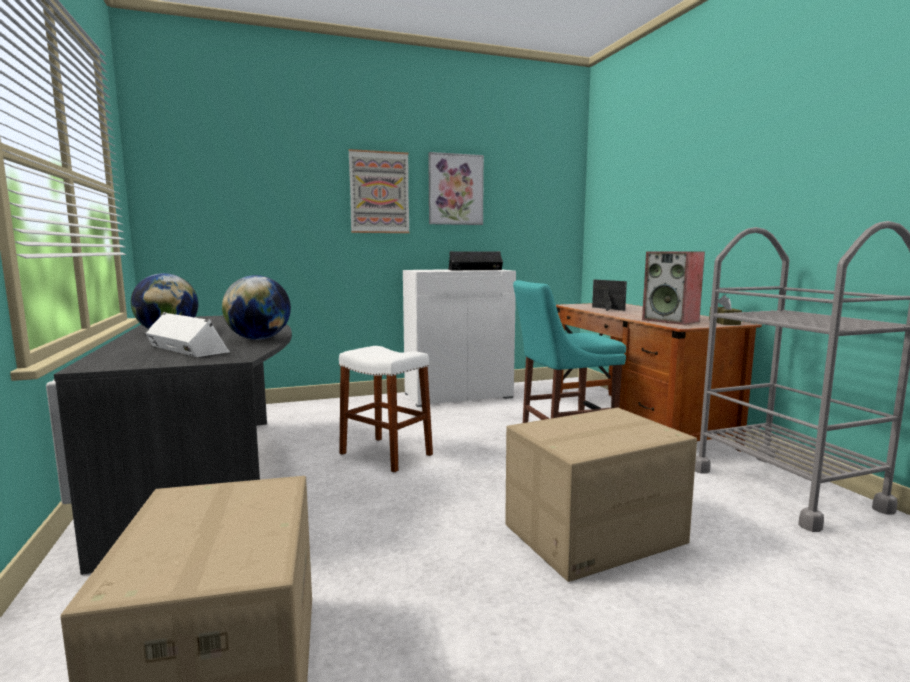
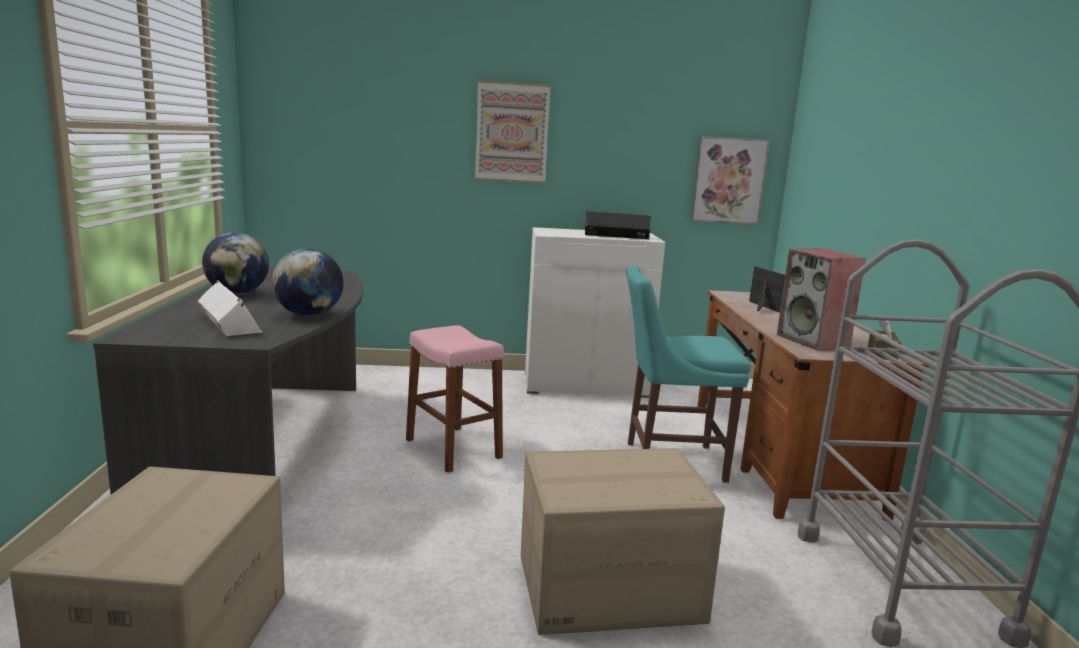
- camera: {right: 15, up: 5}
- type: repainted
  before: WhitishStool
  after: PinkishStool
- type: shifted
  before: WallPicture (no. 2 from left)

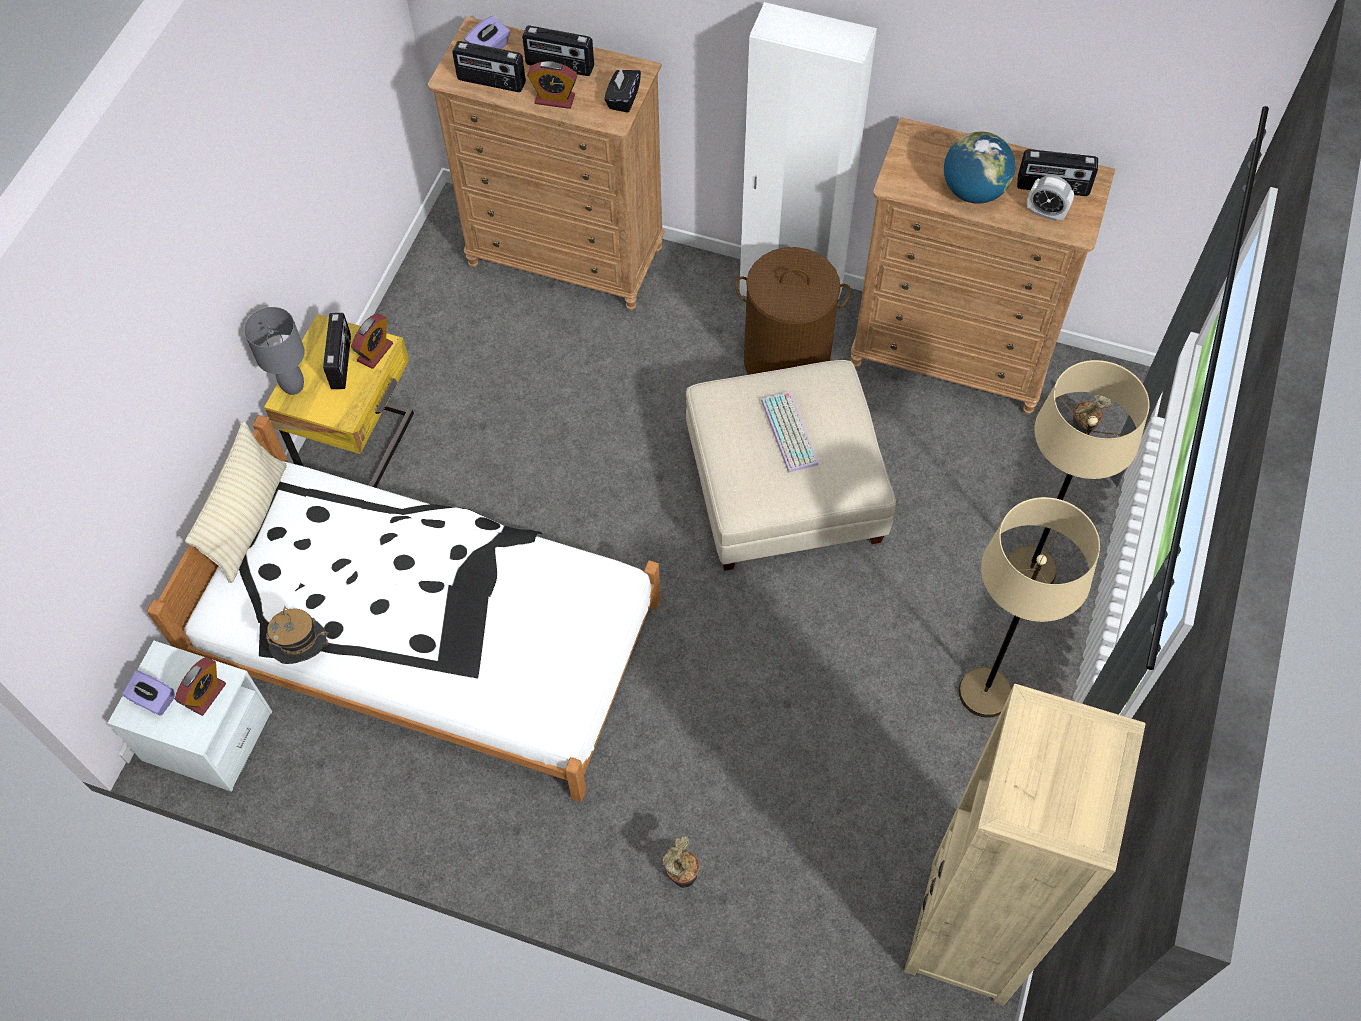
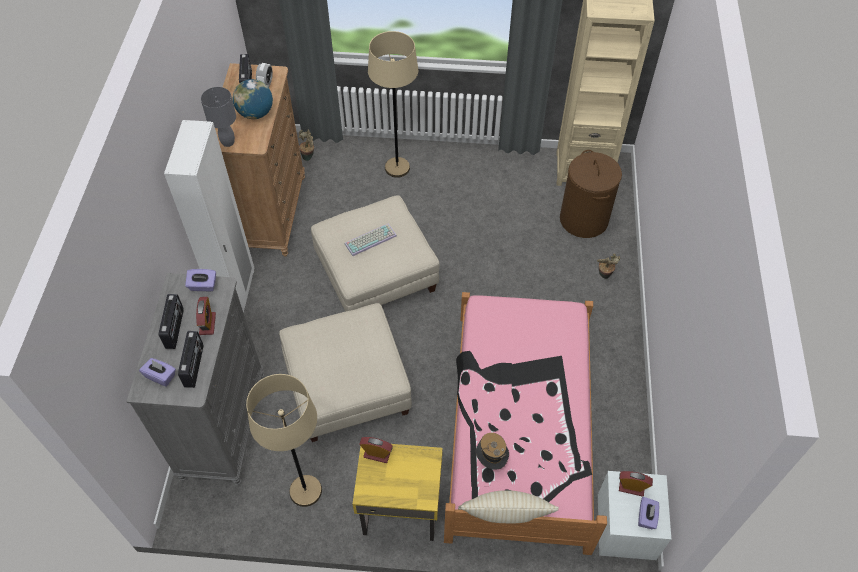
- camera: {right: -105, up: -5}
- type: repainted
  before: WhitishBedroomBed
  after: PinkishBedroomBed
- type: shifted
  before: GreyLampForATable
- type: shifted
  before: WearableHat
- type: gone
  before: RadioSet (no. 1 from left)
- type: repainted
  before: BrownishDresser (no. 1 from left)
  after: GreyDresser
- type: repainted
  before: BlackishTissueBox
  after: PurpleColouredTissueBox (no. 2 from left)
- type: shifted
  before: BrownishLaundryBasket
- type: shifted
  before: BeigeStandardLamp (no. 1 from left)
- type: new
  after: BeigeOttoman (no. 1 from left)

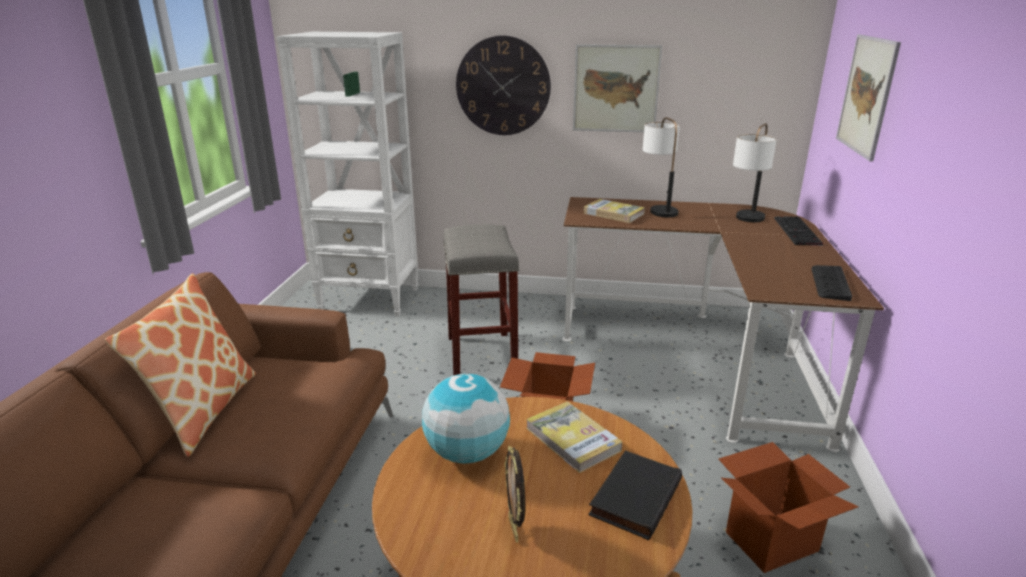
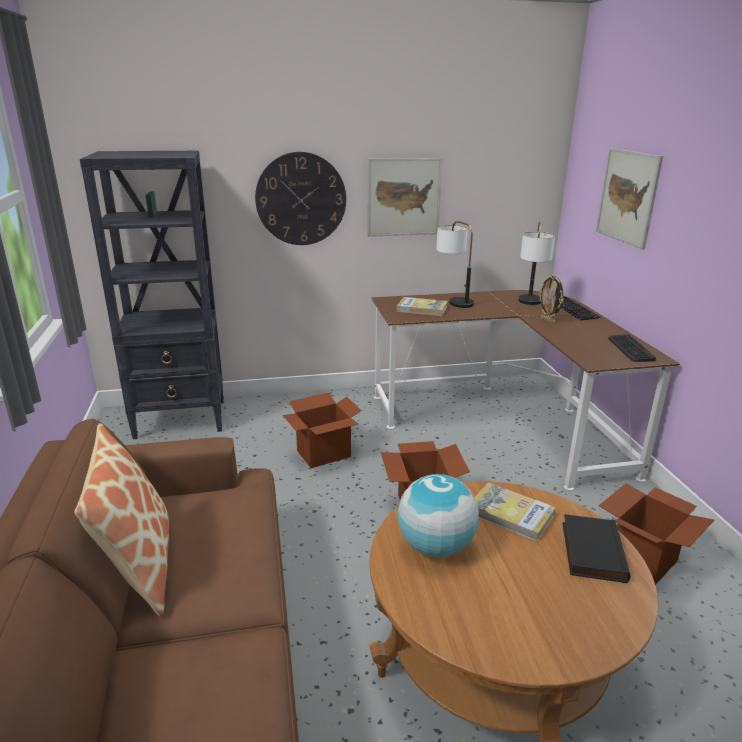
- camera: {right: -20, up: 0}
- type: repainted
  before: WhitishShelvingUnit
  after: BlackishShelvingUnit
- type: swapped
  before: GreyStool
  after: PackingBox (no. 1 from left)
- type: shifted
  before: PictureFrame

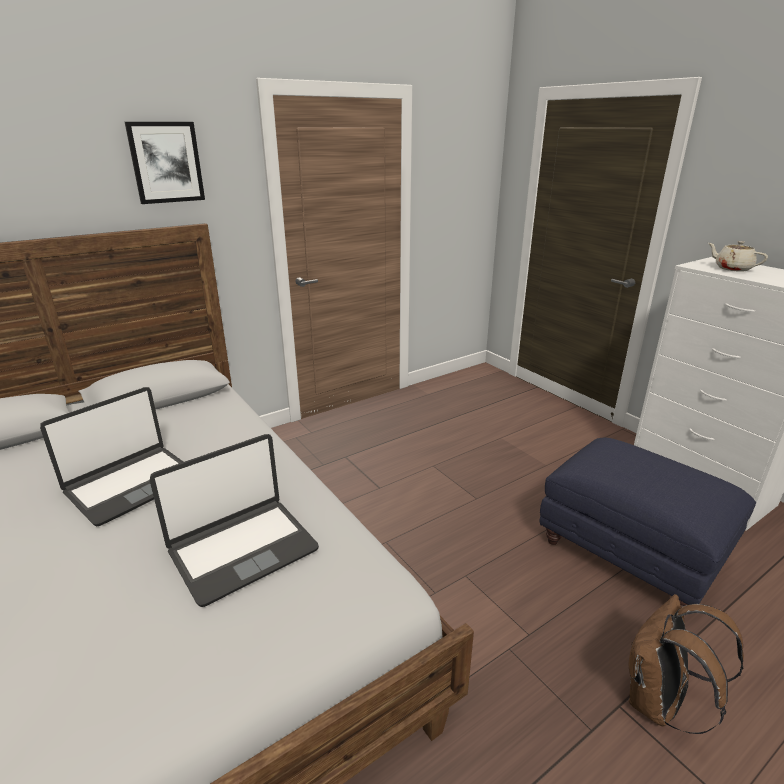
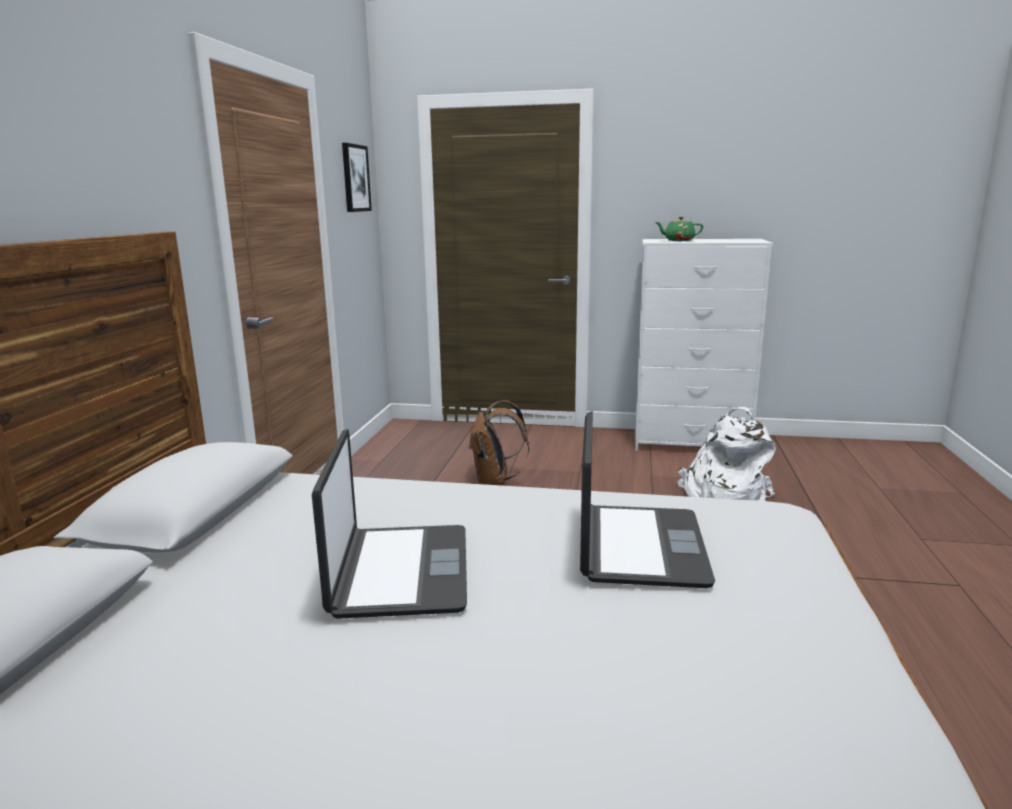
- camera: {right: -45, up: -10}
- type: shifted
  before: WallPicture
- type: swapped
  before: BluishOttoman
  after: WhitishRucksack
- type: shifted
  before: BrownishRucksack
- type: repainted
  before: BeigePotForTea
  after: GreenishPotForTea

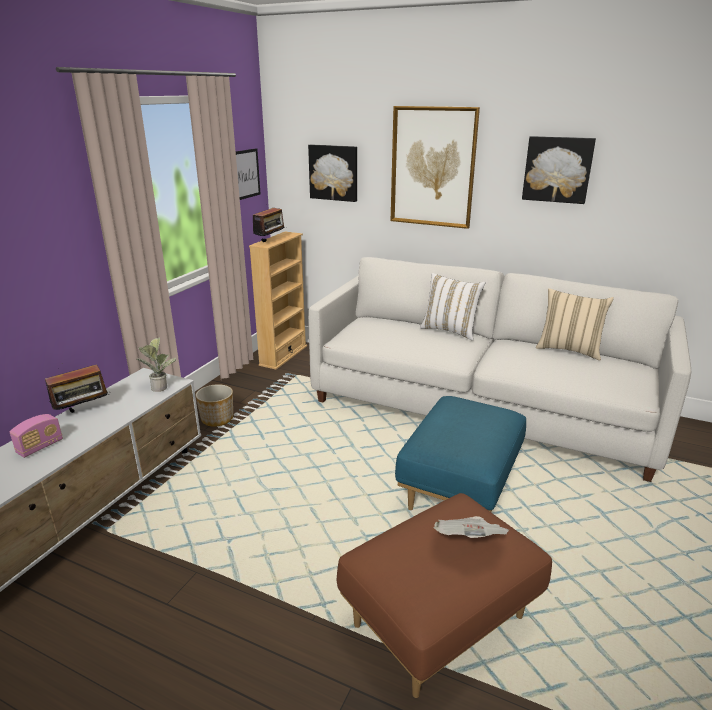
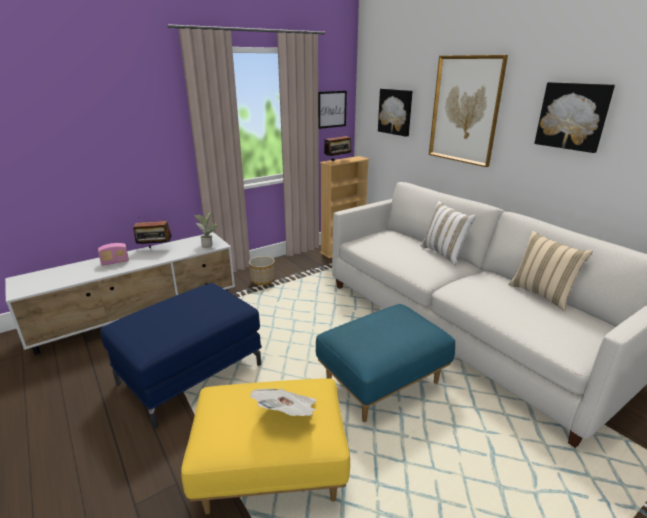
- camera: {right: 30, up: 0}
- type: repainted
  before: BrownishOttoman
  after: YellowColouredOttoman
- type: new
  after: BluishOttoman (no. 1 from left)

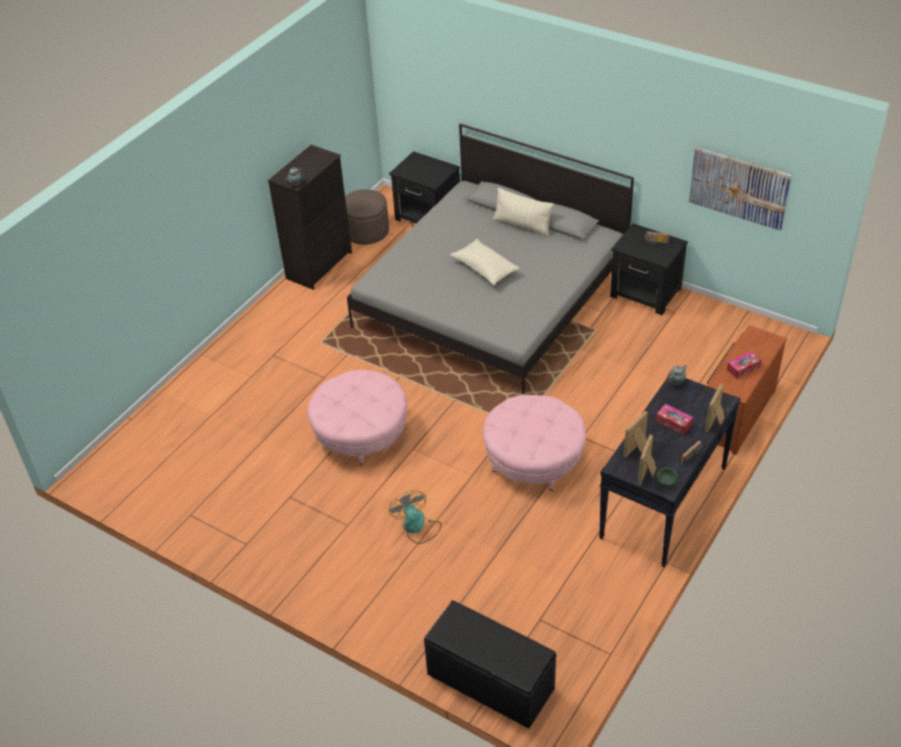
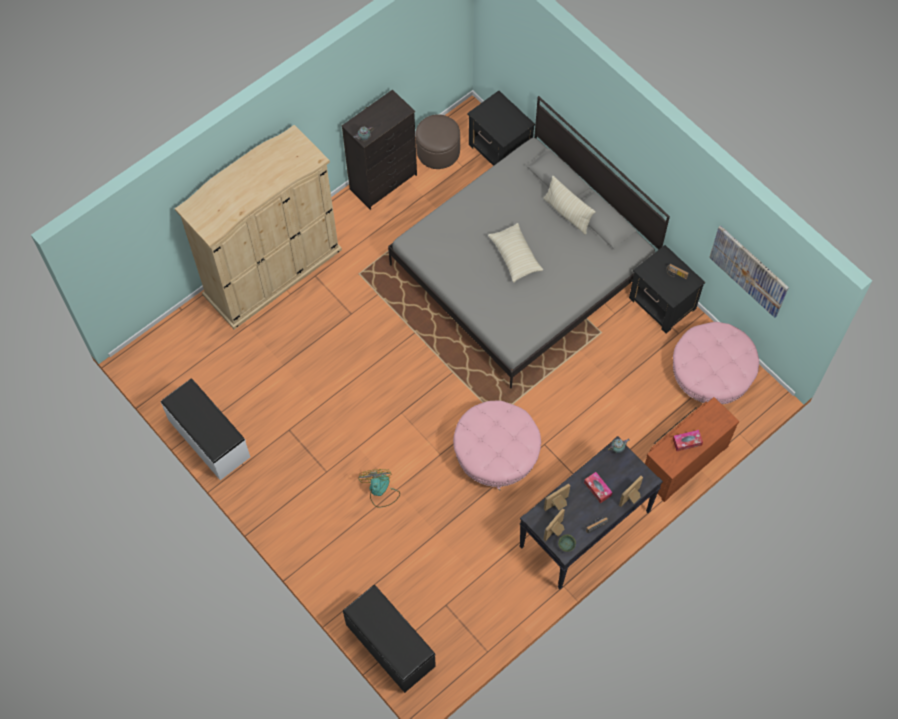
- camera: {right: 15, up: 20}
- type: shifted
  before: PinkishOttoman (no. 1 from left in the first image)
  after: PinkishOttoman (no. 2 from left)
- type: new
  after: WhitishIndoorBench
- type: new
  after: BeigeWardrobe

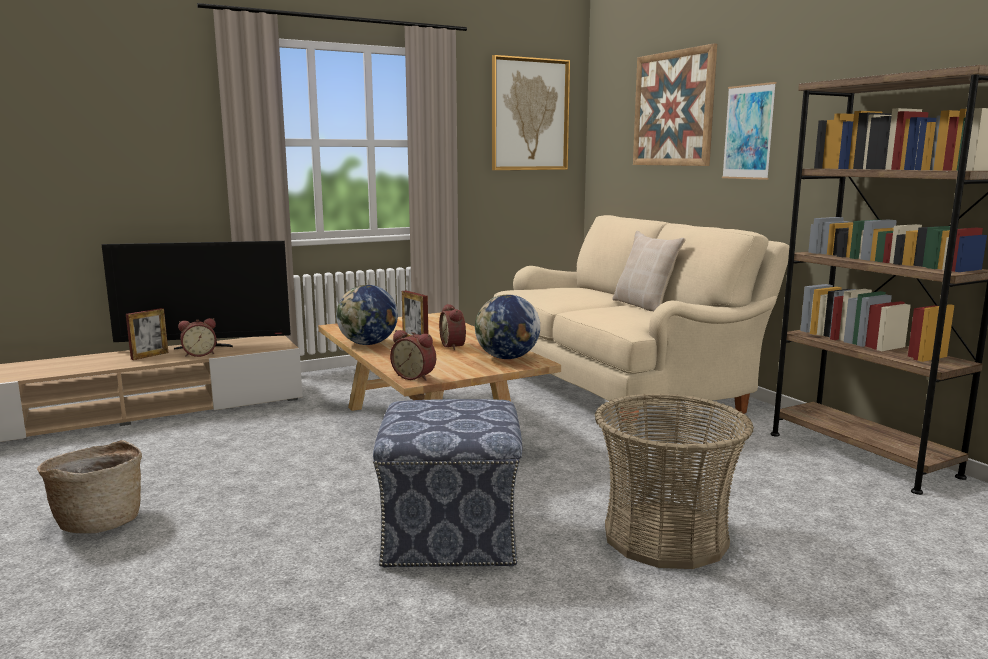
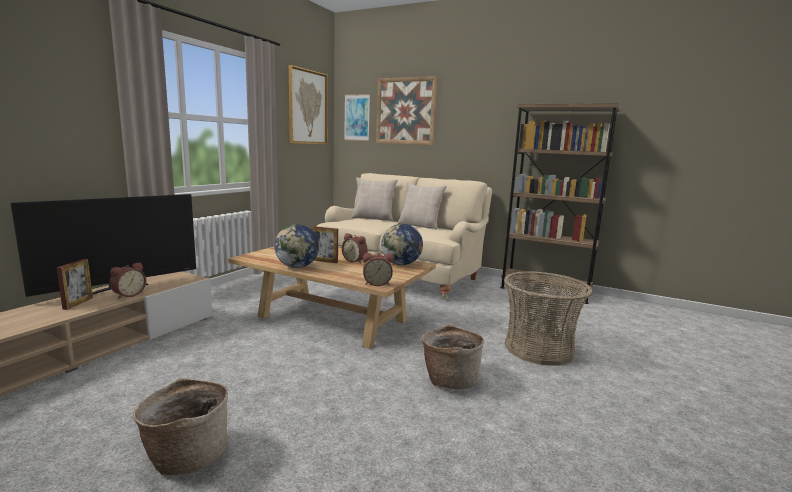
- camera: {right: -35, up: 0}
- type: swapped
  before: Ottoman
  after: StorageBasket (no. 2 from left)
- type: shifted
  before: WallPicture (no. 3 from left in the first image)
  after: WallPicture (no. 2 from left)
- type: new
  after: BeigeThrowPillow (no. 1 from left)

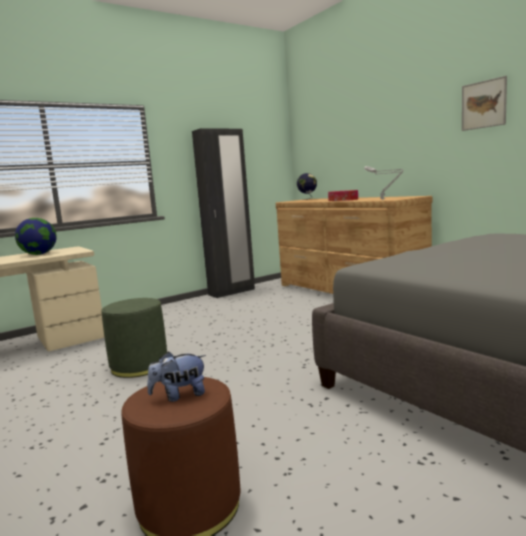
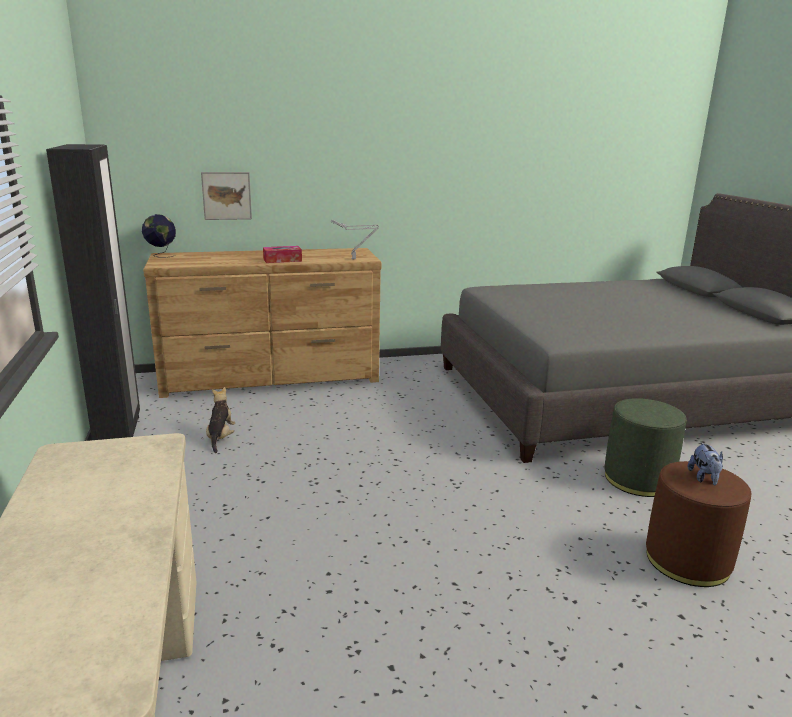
- camera: {right: -70, up: 10}
- type: gone
  before: DeskGlobe (no. 1 from left)
- type: shifted
  before: GreenishOttoman
- type: shifted
  before: WallPicture
- type: new
  after: PlushToy (no. 1 from left)

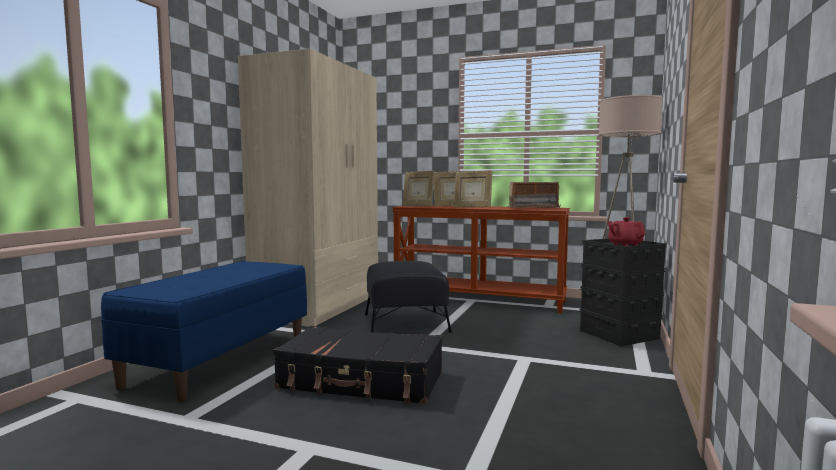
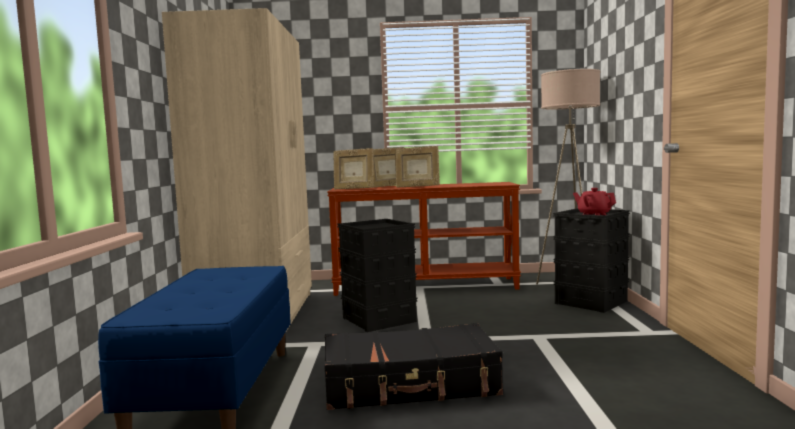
- camera: {right: -20, up: 0}
- type: swapped
  before: BlackishOttoman
  after: BlackishStorageBin (no. 1 from left)
- type: gone
  before: RadioSet

